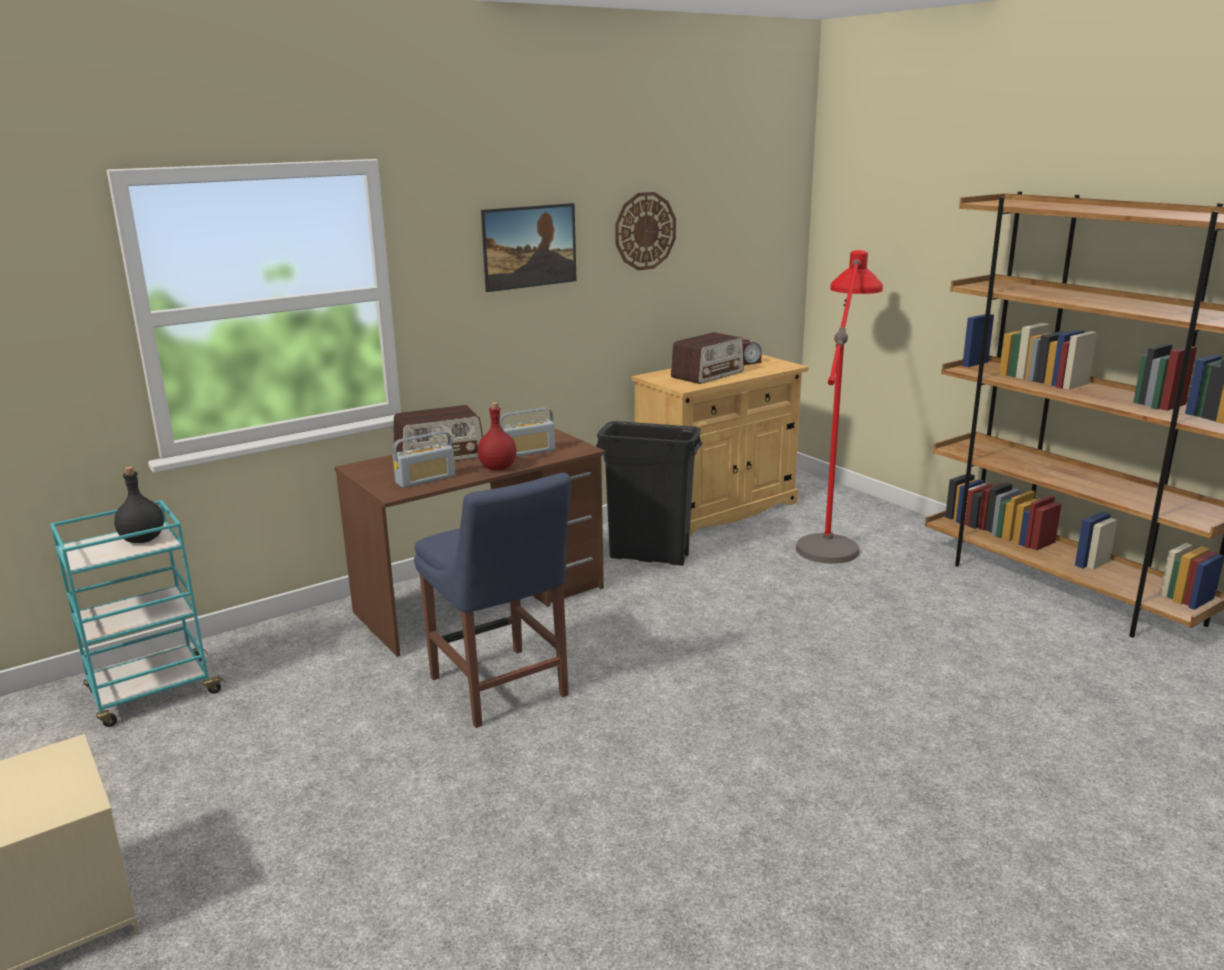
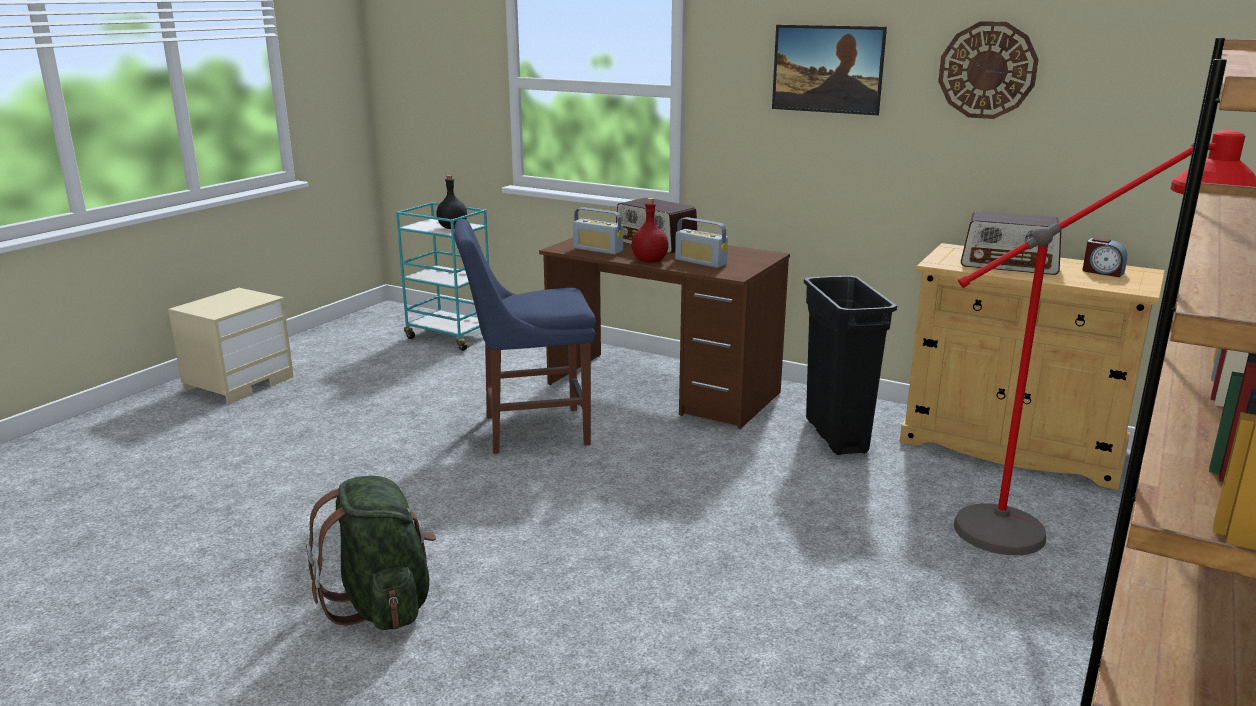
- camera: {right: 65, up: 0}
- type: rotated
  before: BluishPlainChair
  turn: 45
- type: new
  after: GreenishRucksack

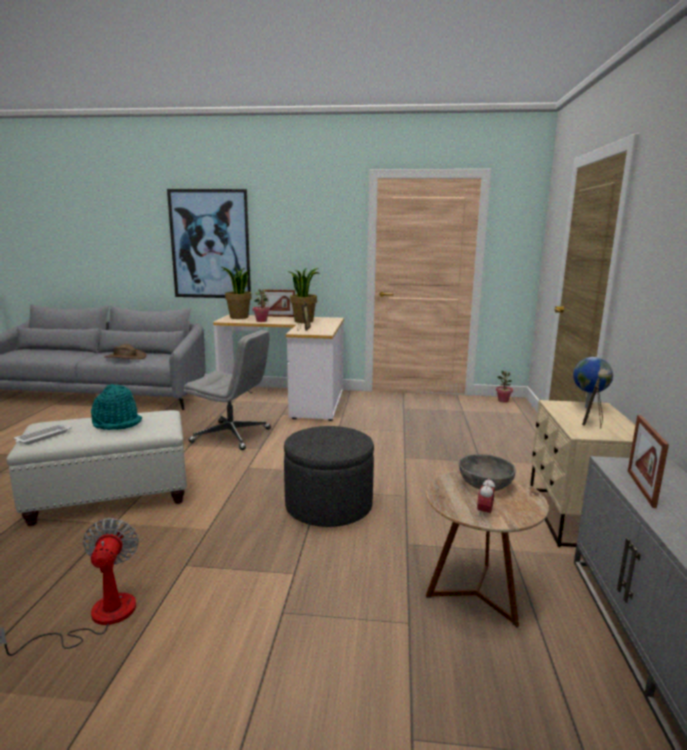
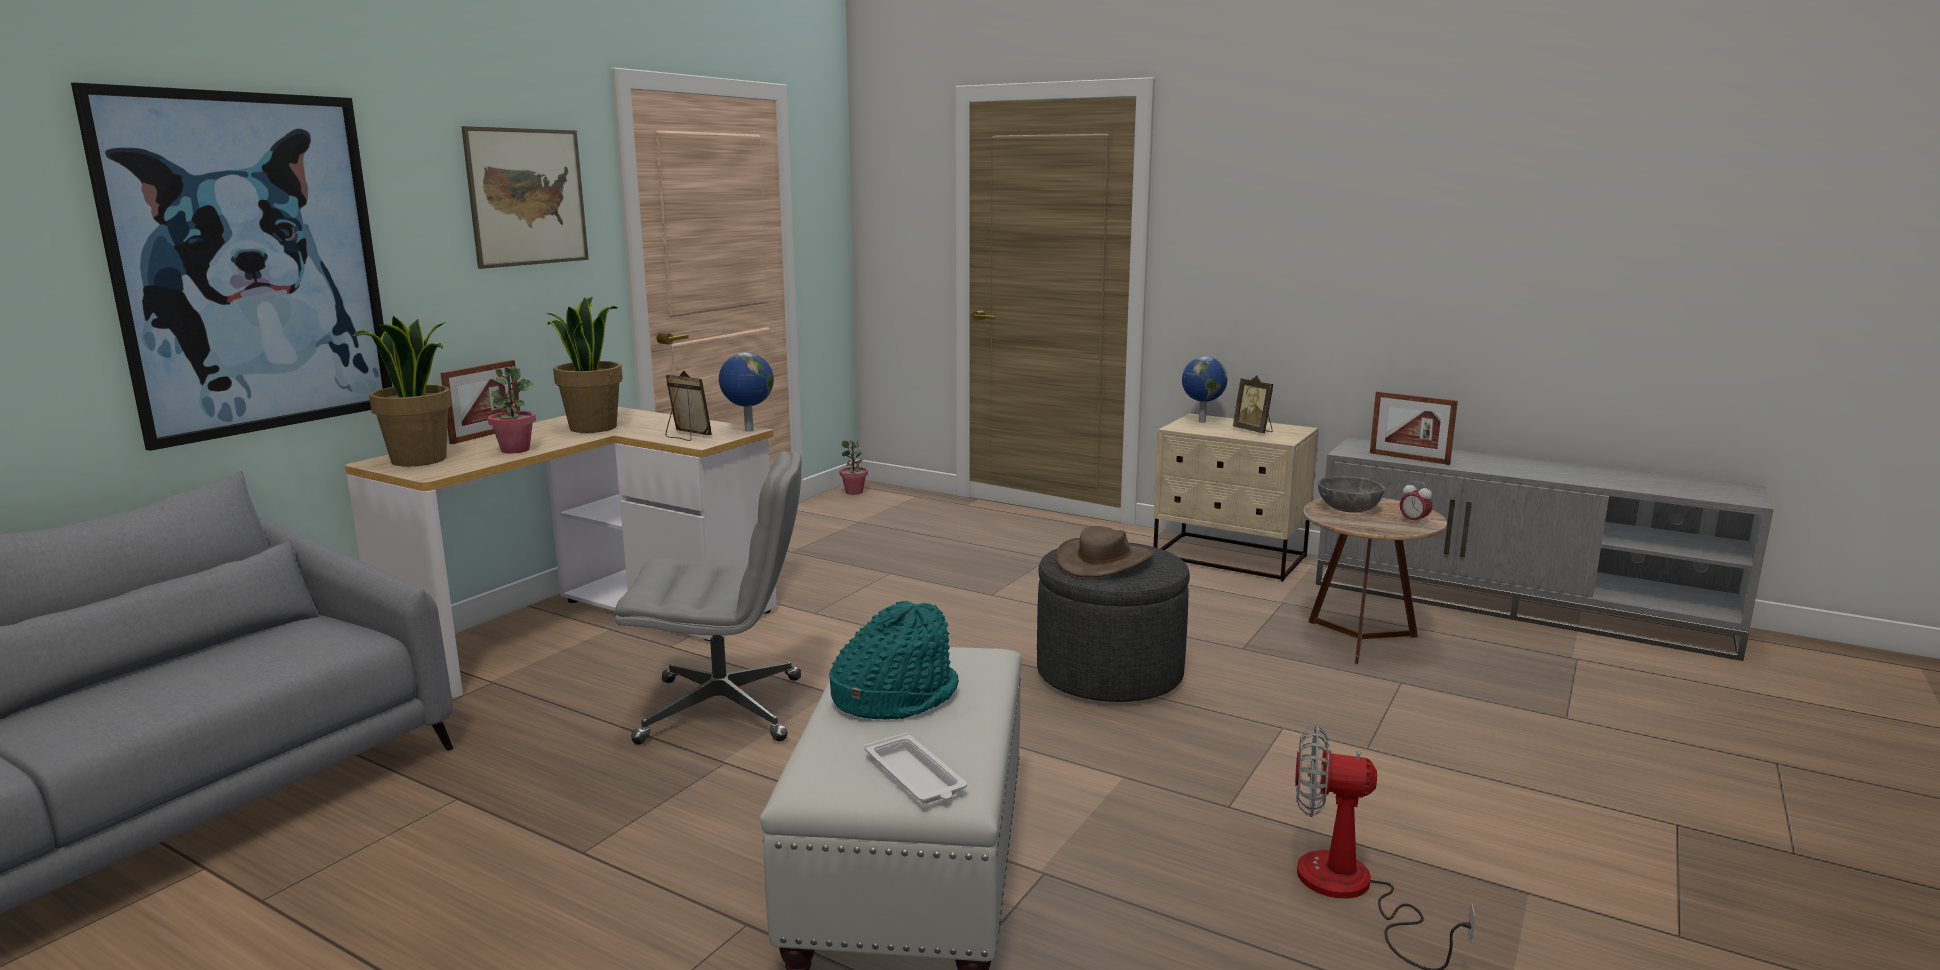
- camera: {right: -65, up: 0}
- type: shifted
  before: BrownishWearableHat
- type: rotated
  before: GreyOfficeChair
  turn: 45
- type: new
  after: WallPicture (no. 2 from left)
- type: new
  after: DeskGlobe (no. 1 from left)

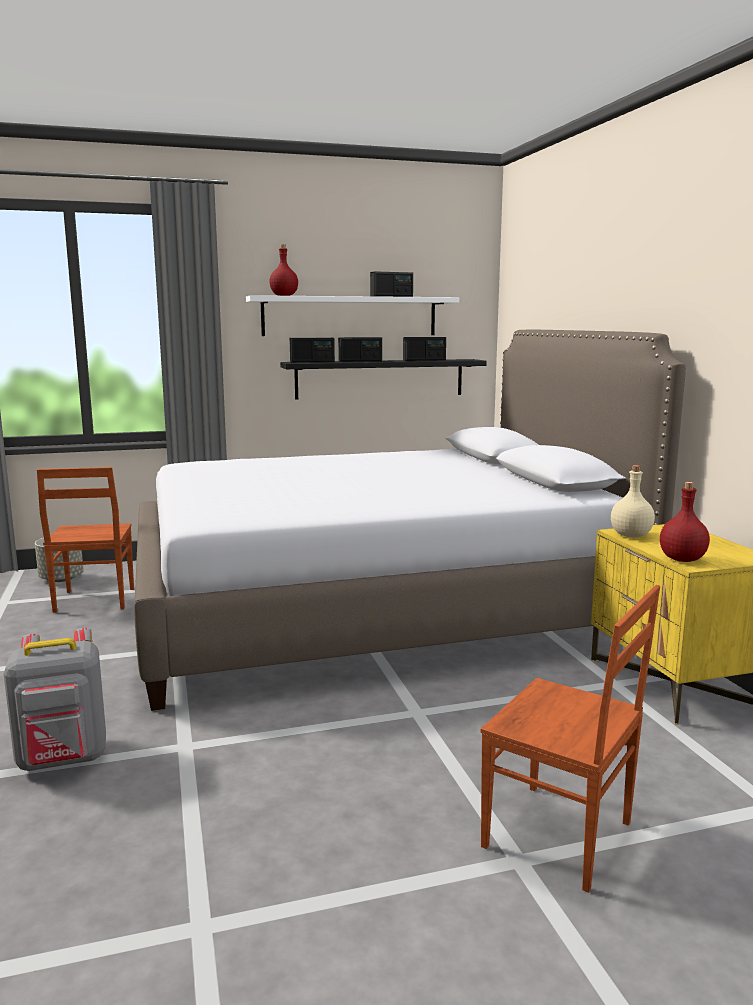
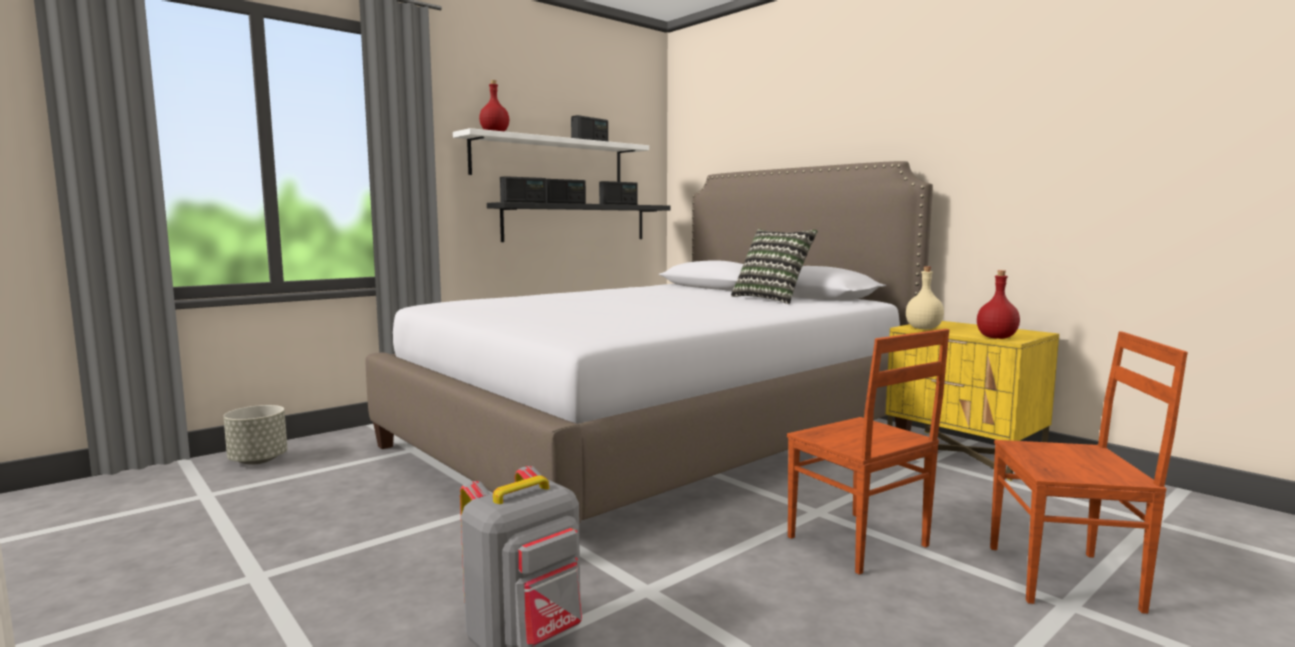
- camera: {right: -25, up: -5}
- type: shifted
  before: BrownishPlainChair (no. 1 from left)
- type: new
  after: ThrowPillow

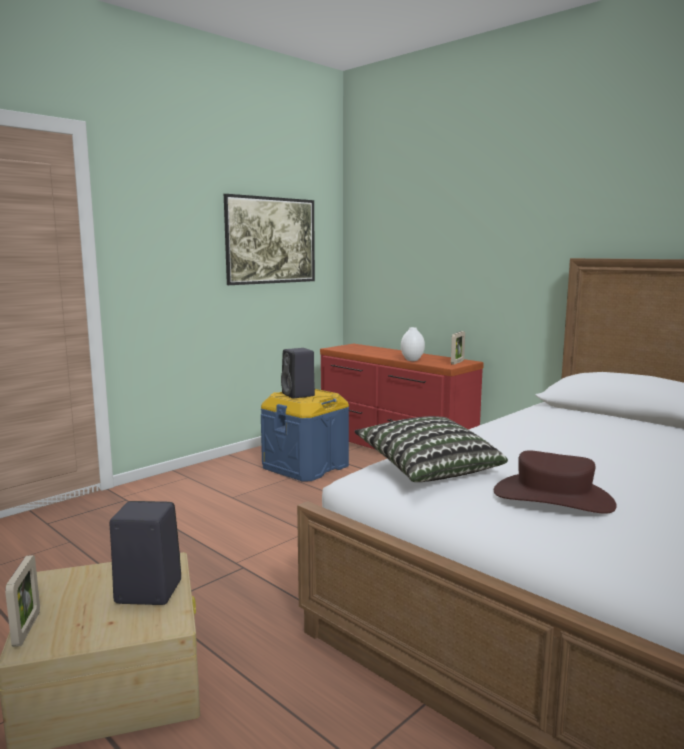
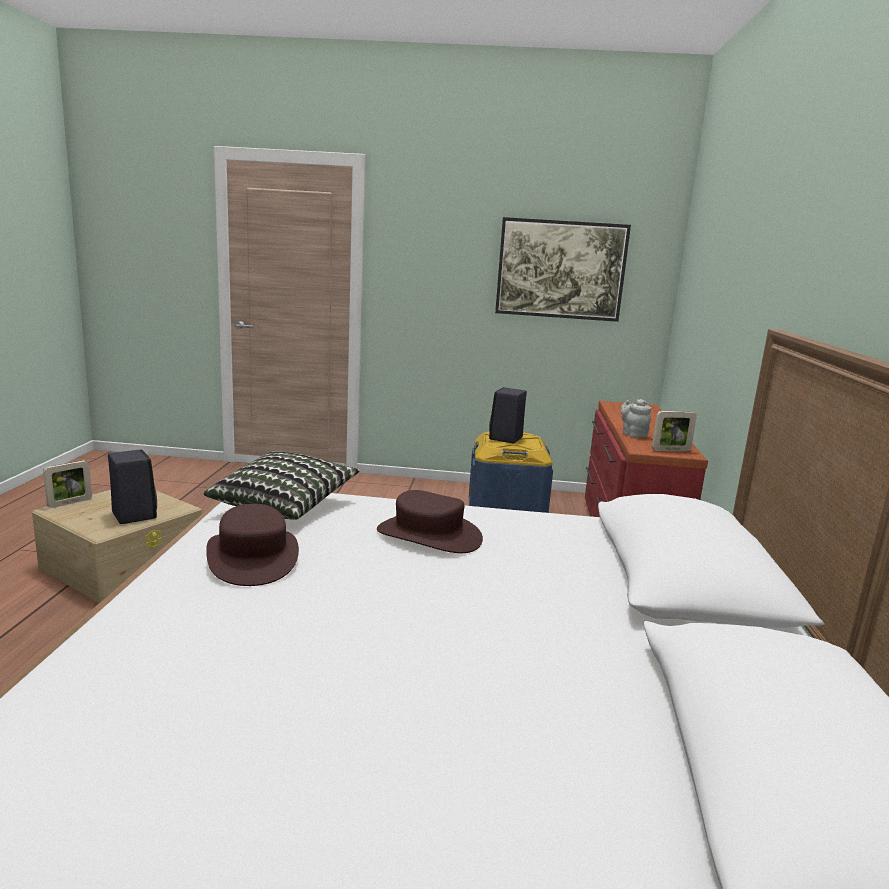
- camera: {right: 50, up: 5}
- type: swapped
  before: WhitishVase
  after: GreyPotForTea
- type: new
  after: BrownishWearableHat (no. 2 from left)

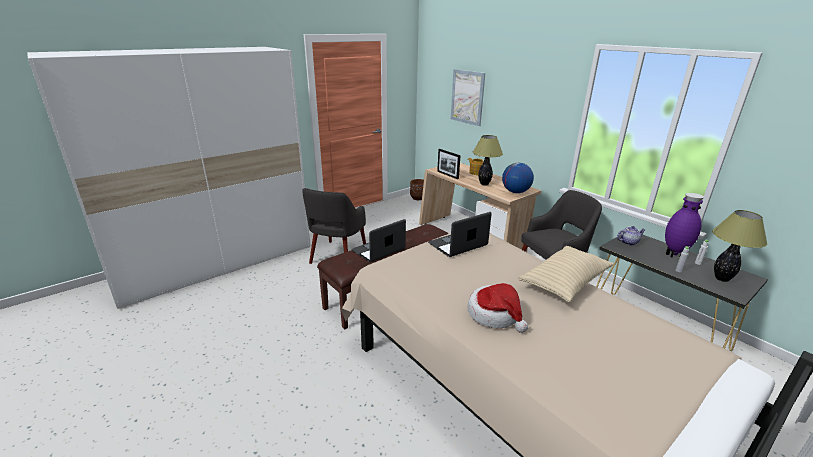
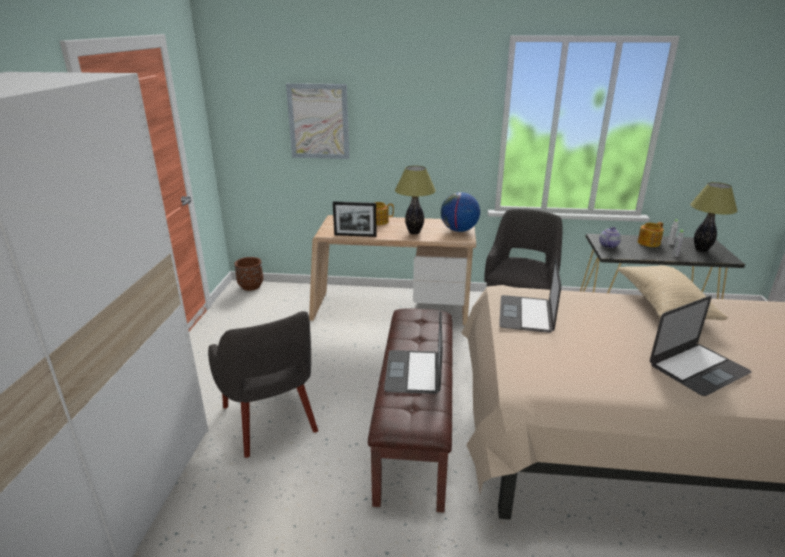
- camera: {right: -45, up: 0}
- type: swapped
  before: WearableHat
  after: NotebookComputer (no. 3 from left)
- type: swapped
  before: PurpleColouredVase
  after: PotForTea (no. 3 from left)

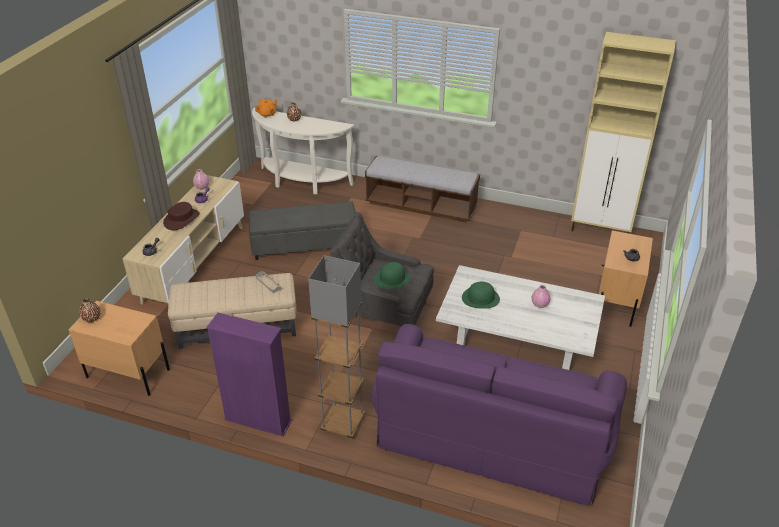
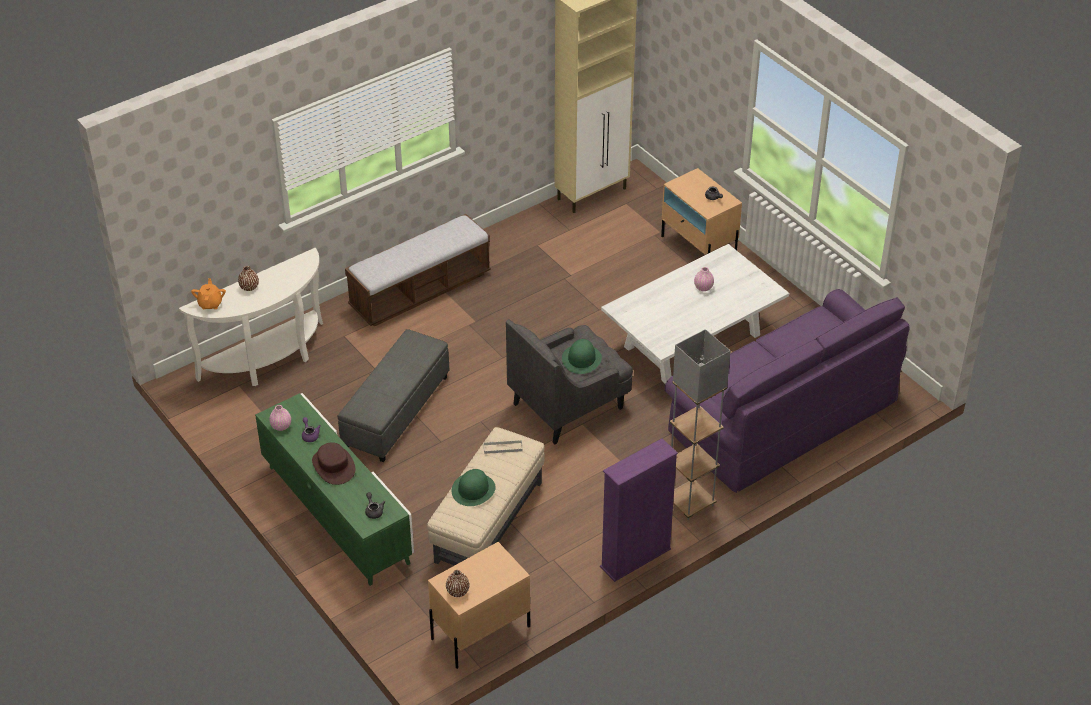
- camera: {right: -55, up: 5}
- type: repainted
  before: BeigeTvUnit
  after: GreenishTvUnit
- type: shifted
  before: GreenishWearableHat (no. 2 from left in the first image)
  after: GreenishWearableHat (no. 1 from left)

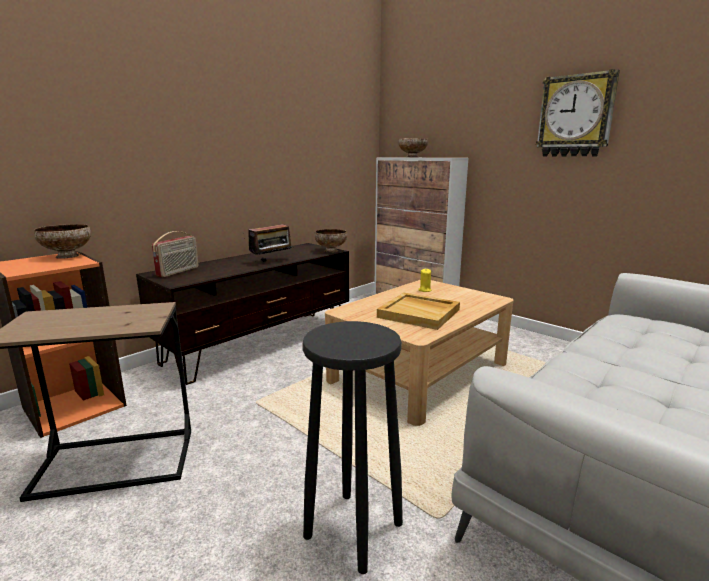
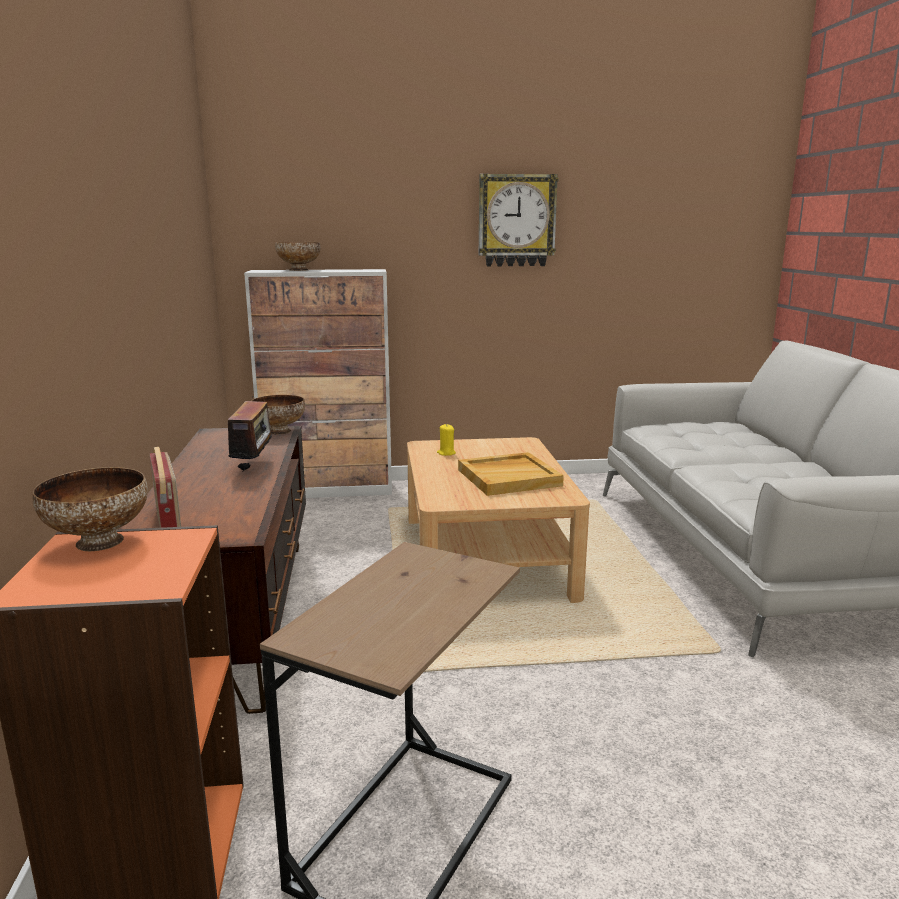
- camera: {right: -50, up: 0}
- type: gone
  before: BlackishStool

